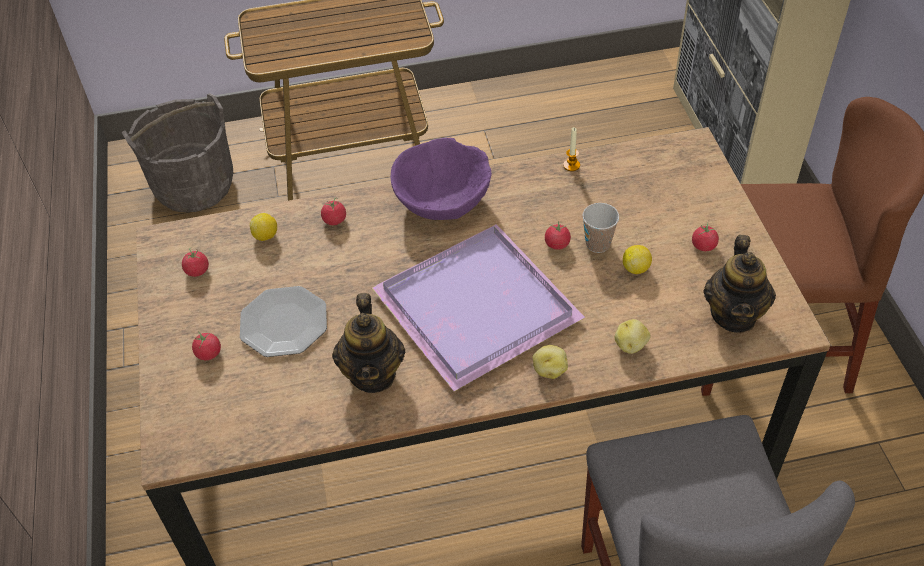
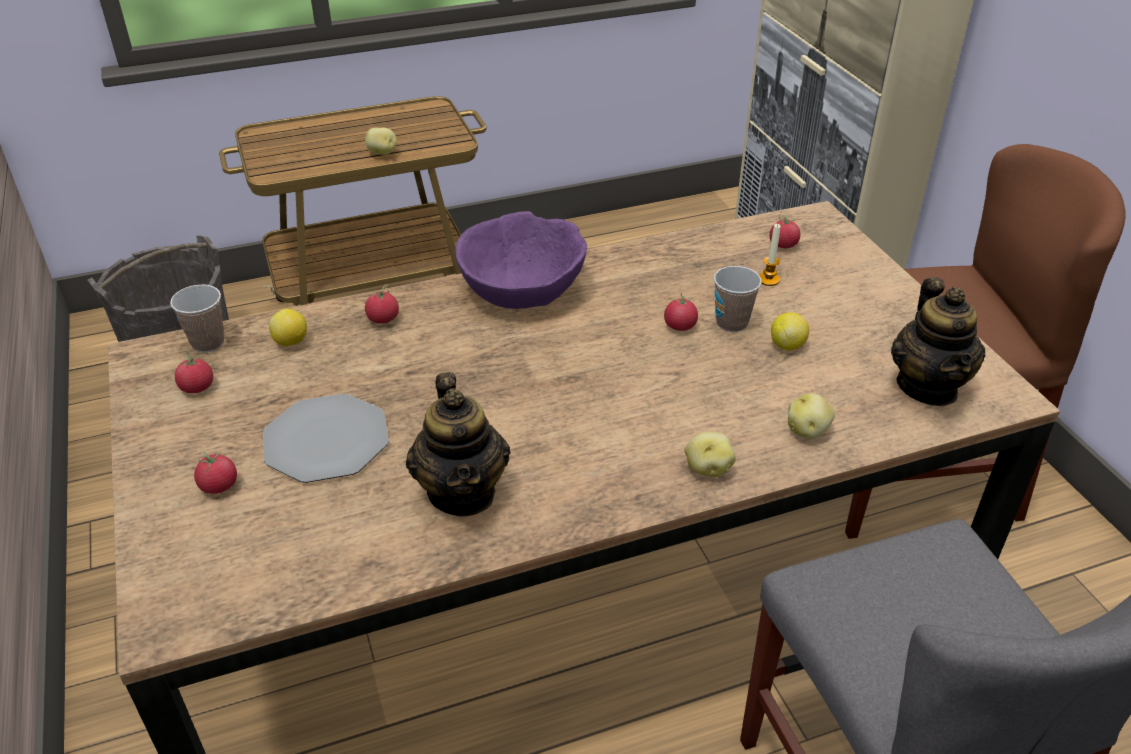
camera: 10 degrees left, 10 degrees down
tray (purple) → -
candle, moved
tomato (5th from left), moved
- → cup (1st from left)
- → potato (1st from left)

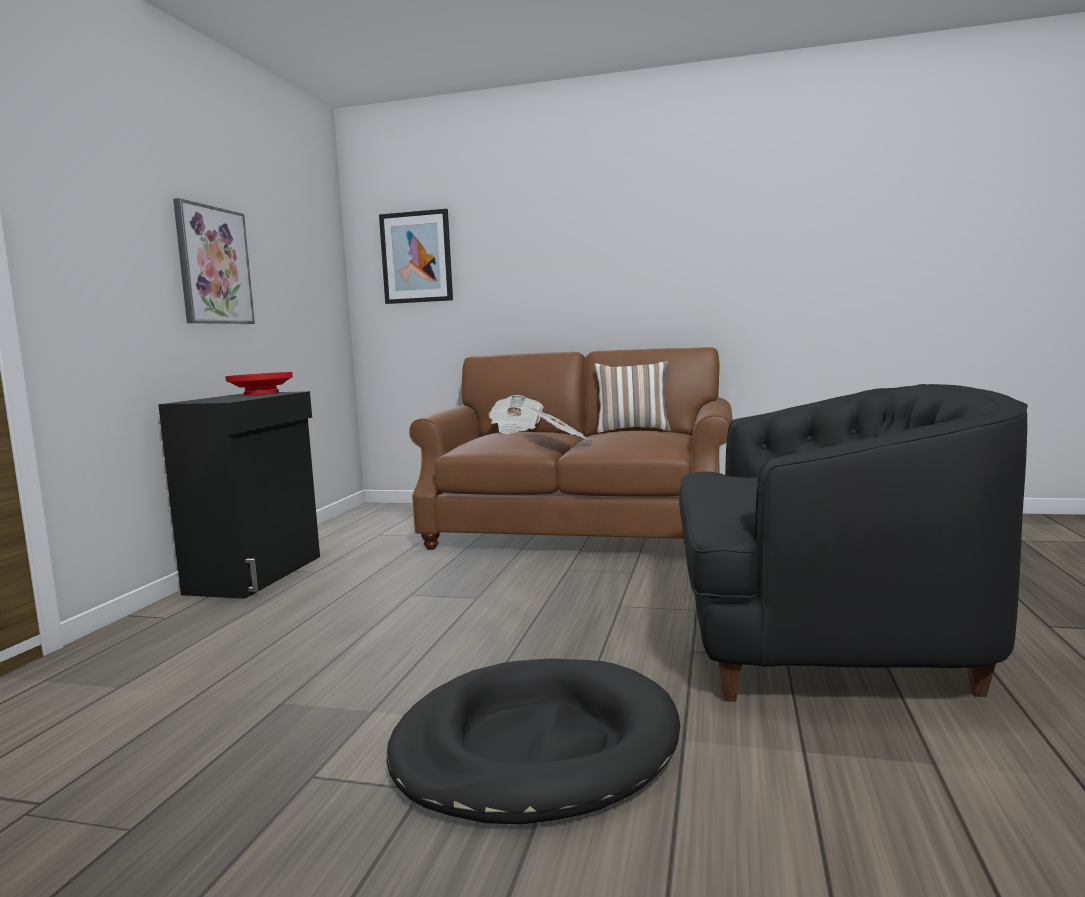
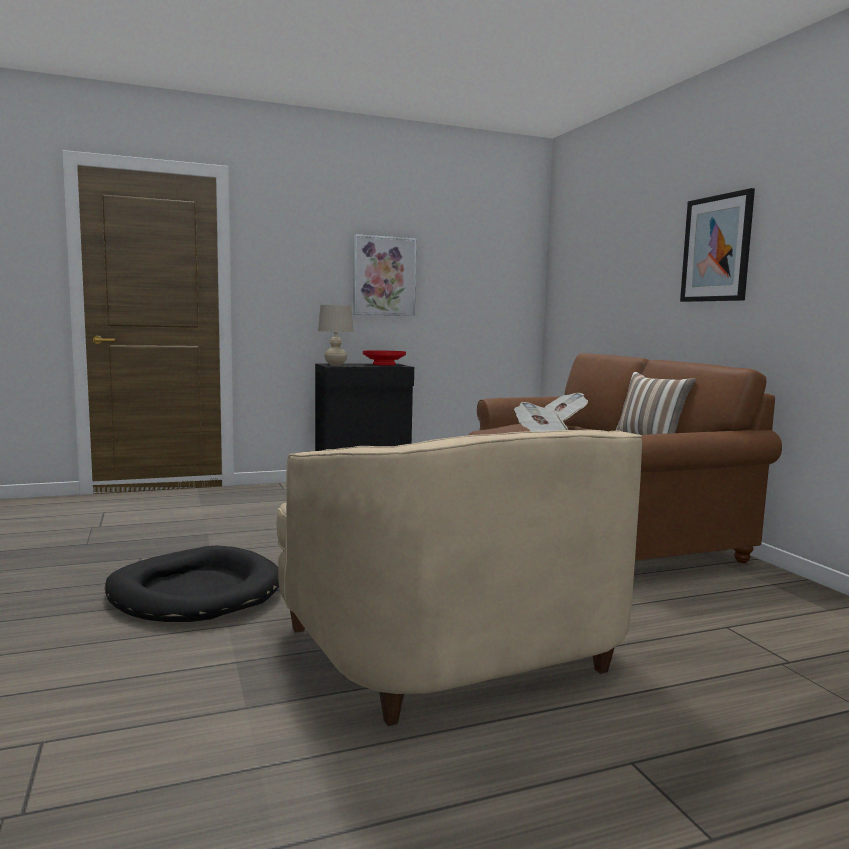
camera: 55 degrees right, 0 degrees up
picture (2nd from left), moved
armchair (black) → armchair (beige)
- → table lamp (beige)

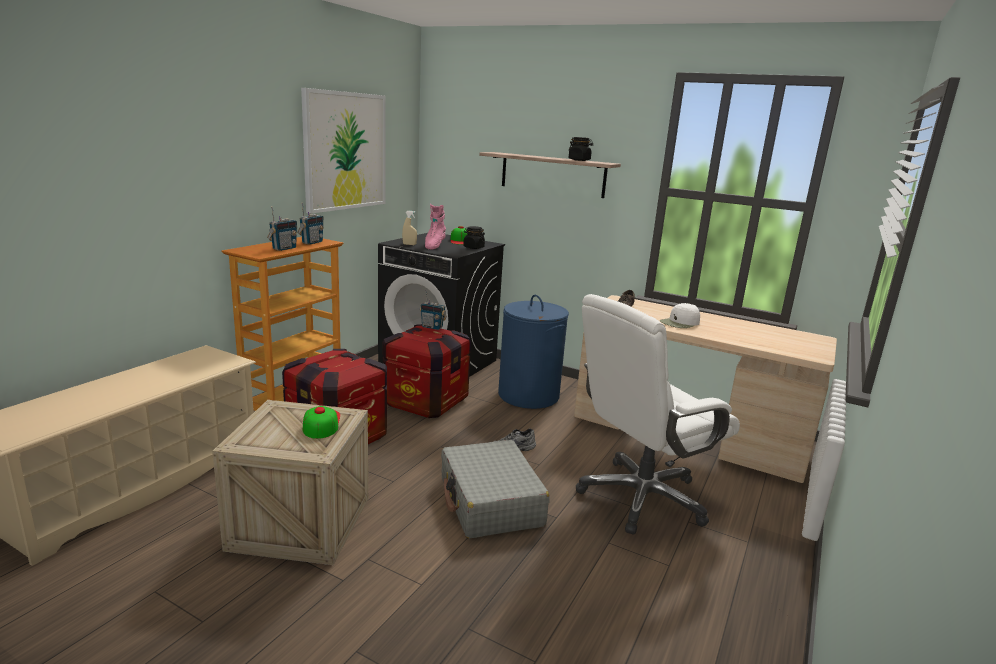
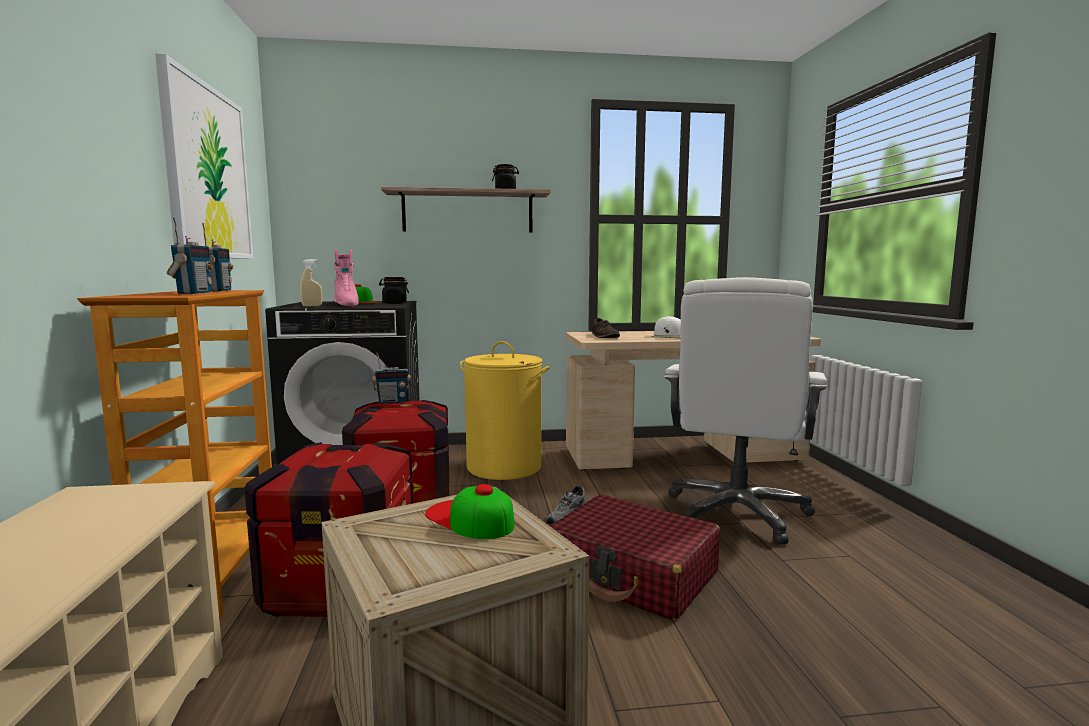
camera: 35 degrees left, 10 degrees down
suitcase (grey) → suitcase (red)
laundry basket (blue) → laundry basket (yellow)

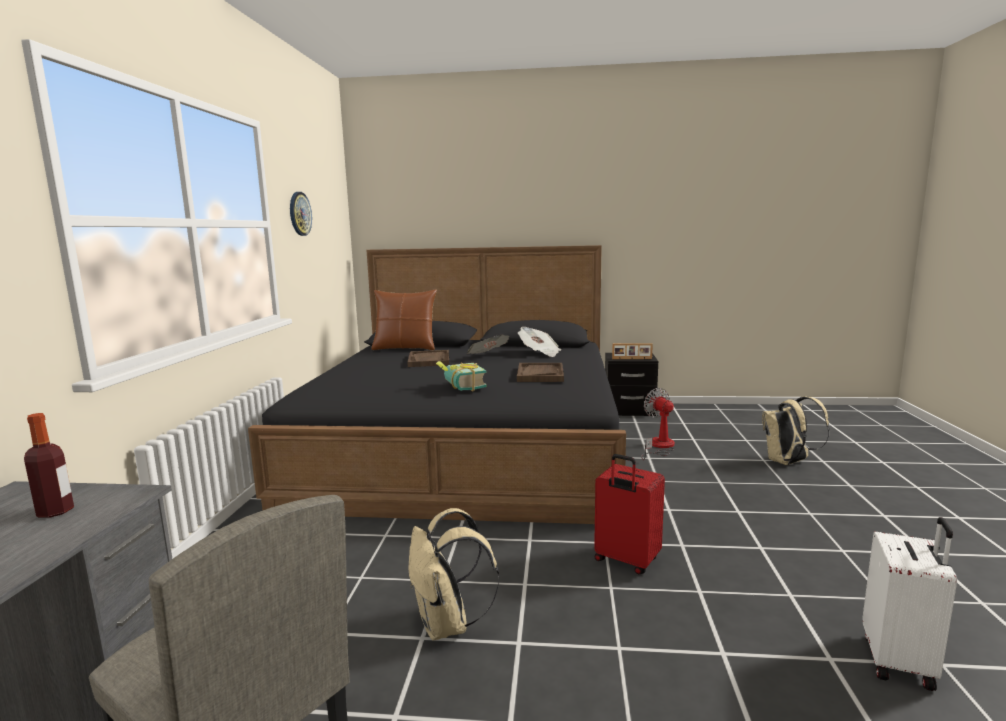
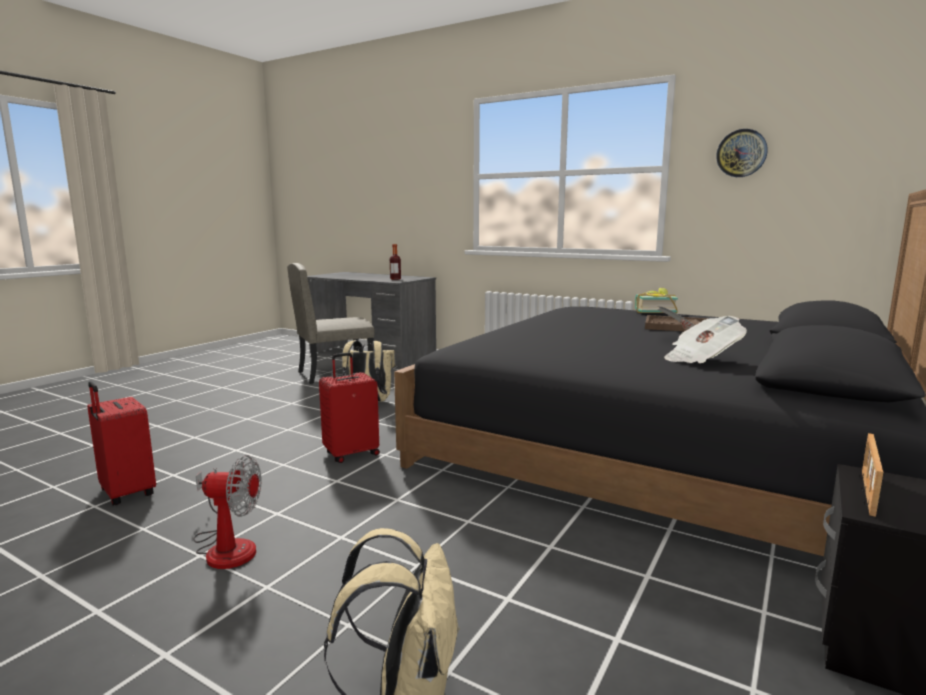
camera: 115 degrees right, 0 degrees up
pillow (brown) → -
book, moved
tray (brown) (2nd from left) → -
fan, moved
suitcase (white) → suitcase (red) (1st from left)

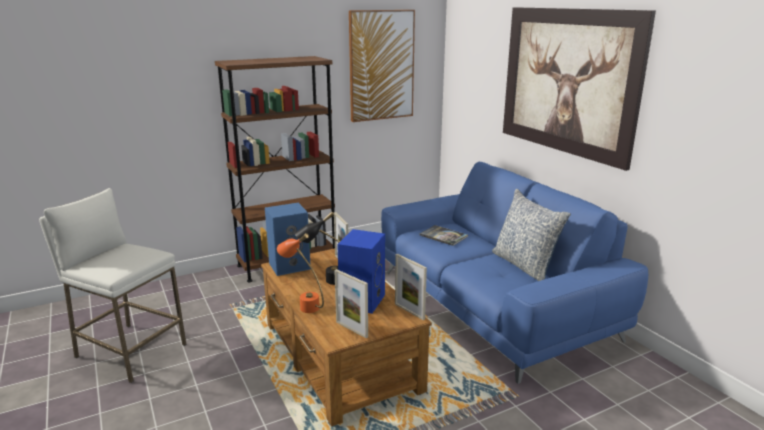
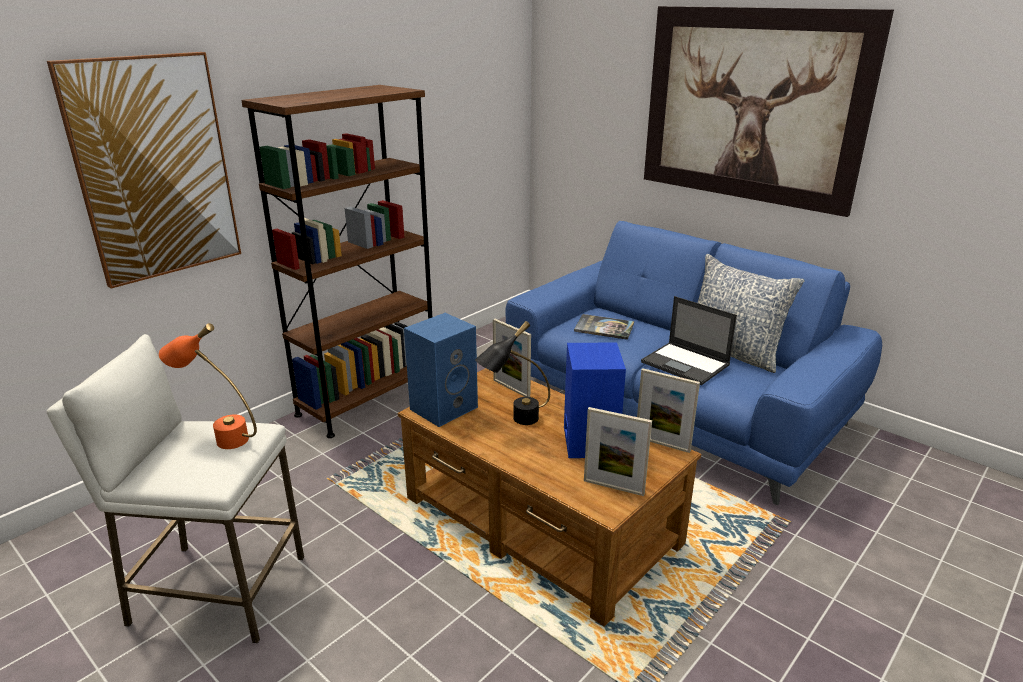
camera: 20 degrees left, 5 degrees up
table lamp (orange), moved
picture (1st from left), moved
- → laptop

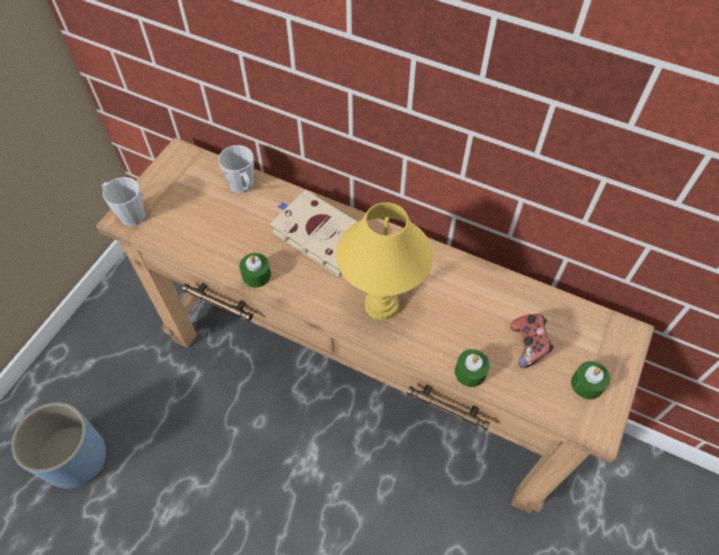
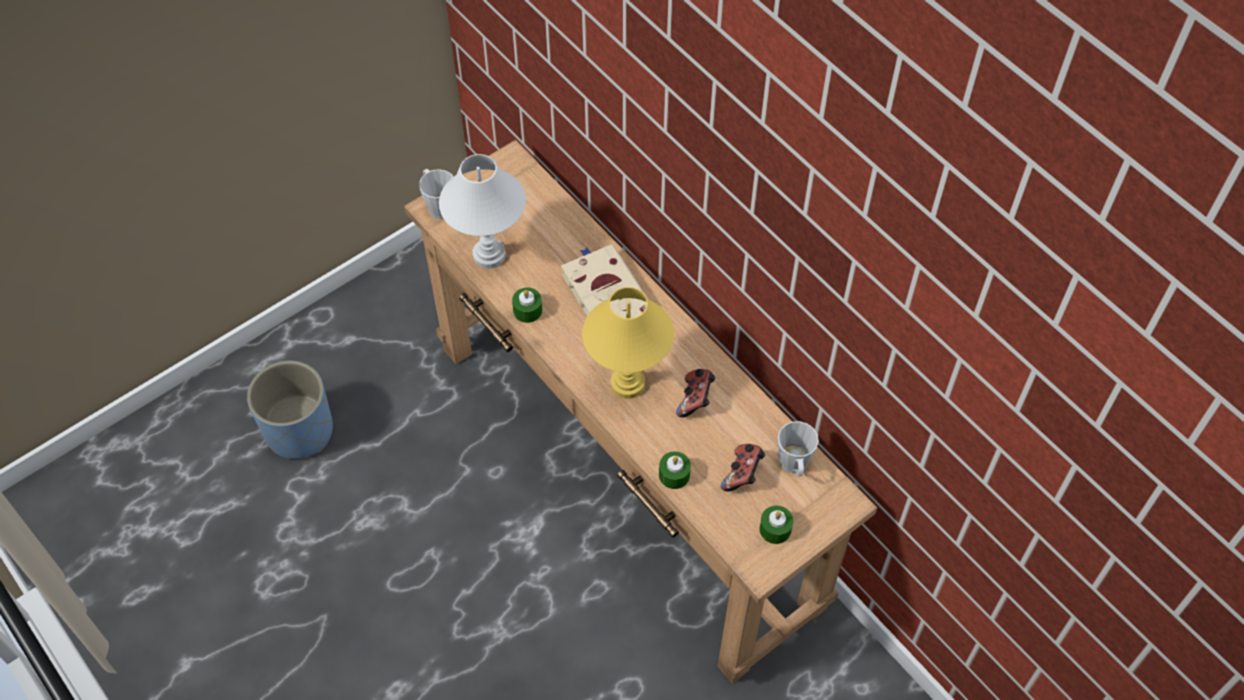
camera: 25 degrees right, 0 degrees up
mug (grey) (2nd from left), moved
- → table lamp (white)
- → game controller (1st from left)

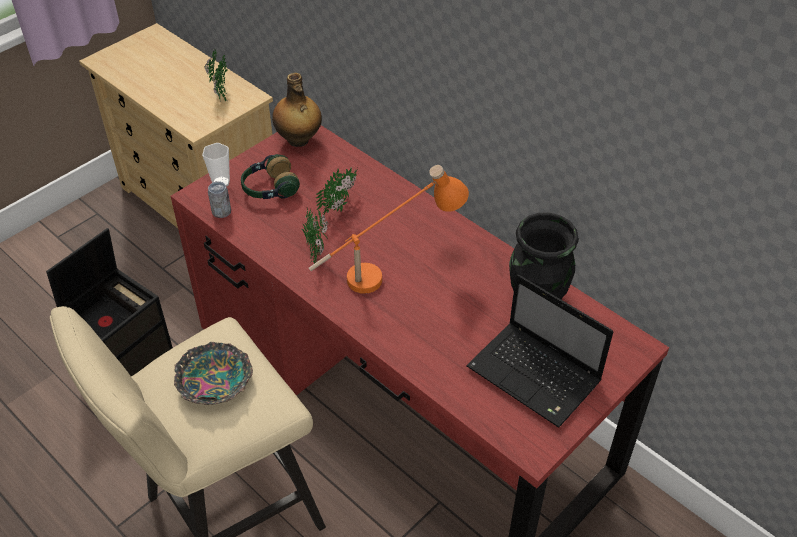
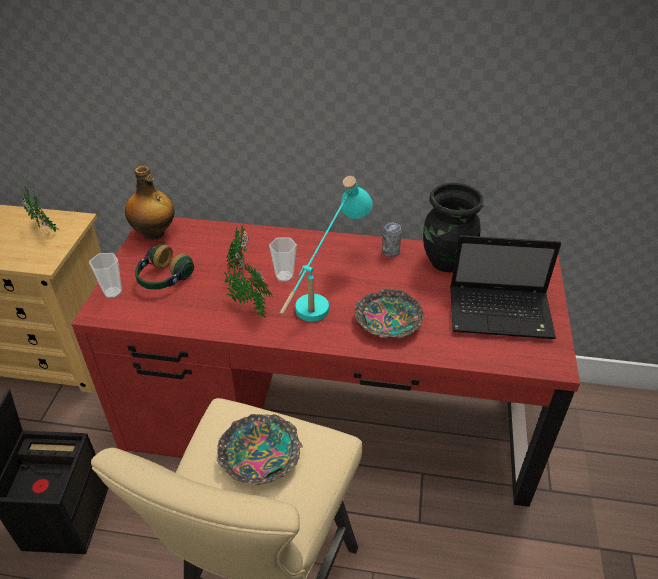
camera: 35 degrees left, 5 degrees down
can, moved
table lamp (orange) → table lamp (turquoise)
- → cup (2nd from left)
- → bowl (2nd from left)

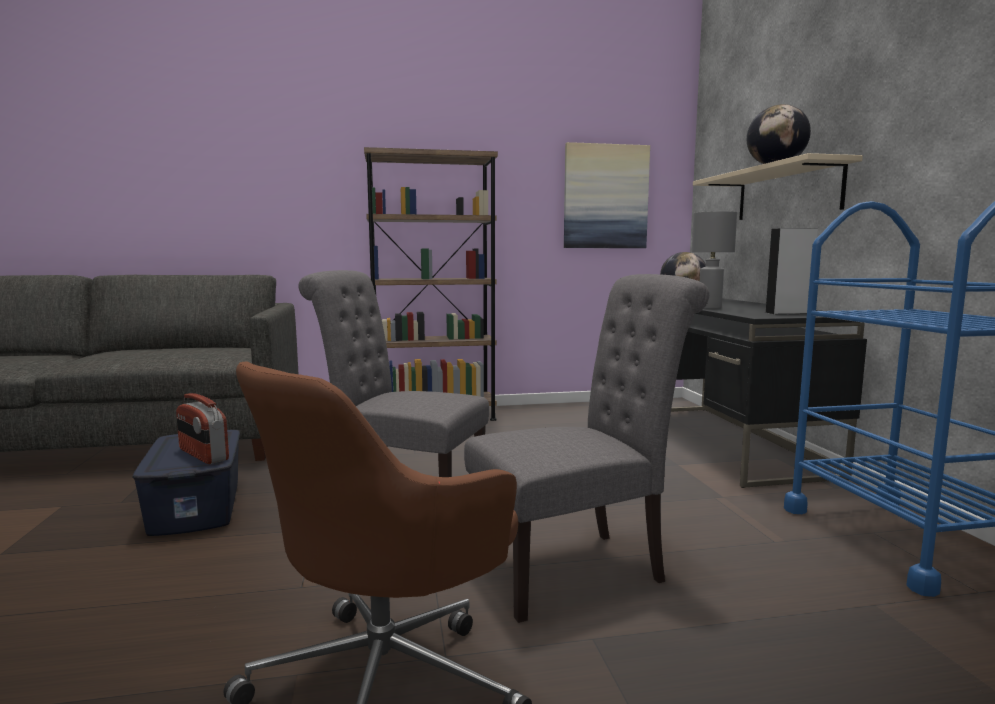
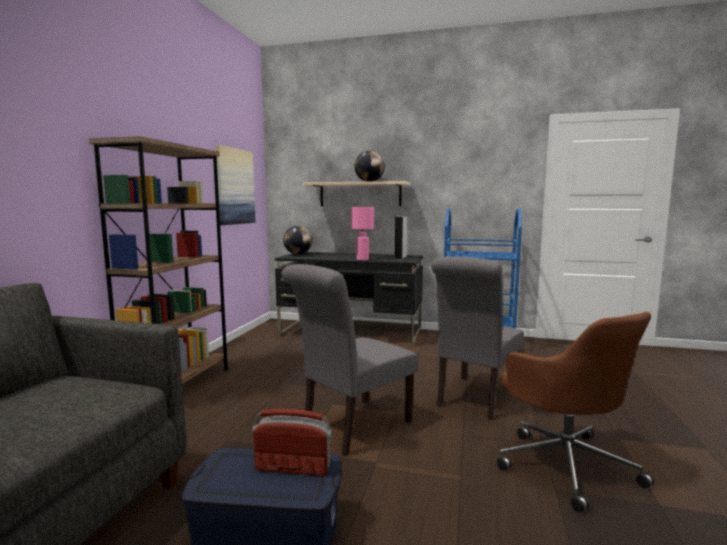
camera: 65 degrees left, 0 degrees up
radio, 150 degrees counterclockwise
chair (grey) (2nd from left), 150 degrees counterclockwise
table lamp (grey) → table lamp (pink)

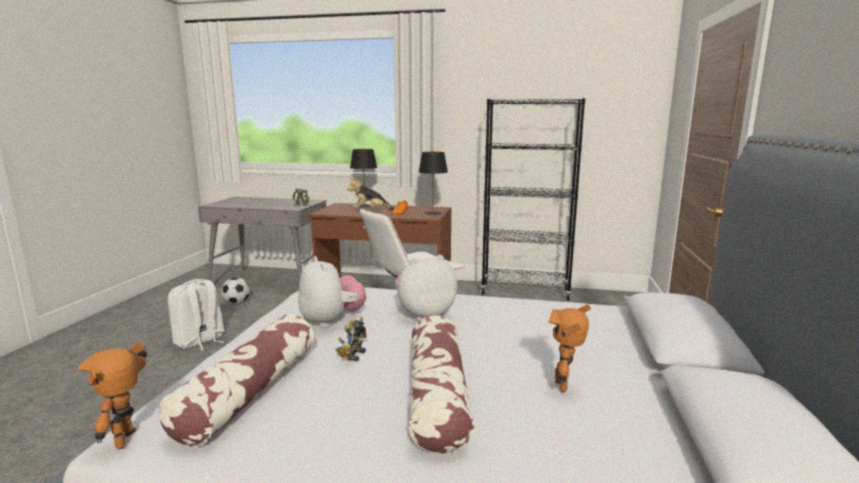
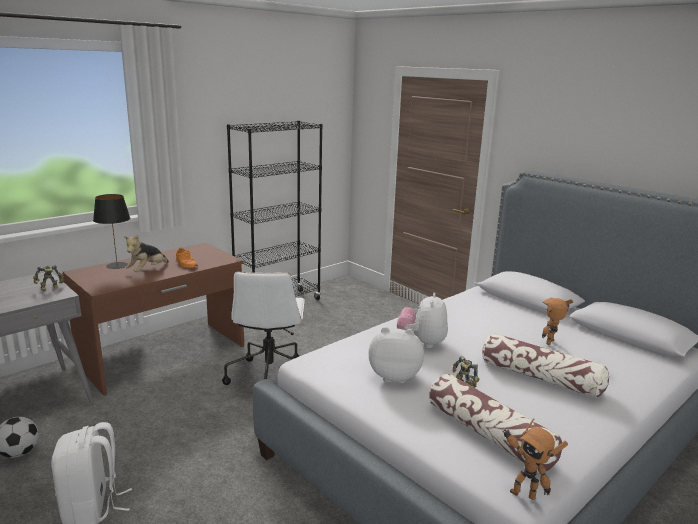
camera: 55 degrees left, 5 degrees up
table lamp (black) (2nd from left) → -
toy robot (4th from left), 90 degrees clockwise

